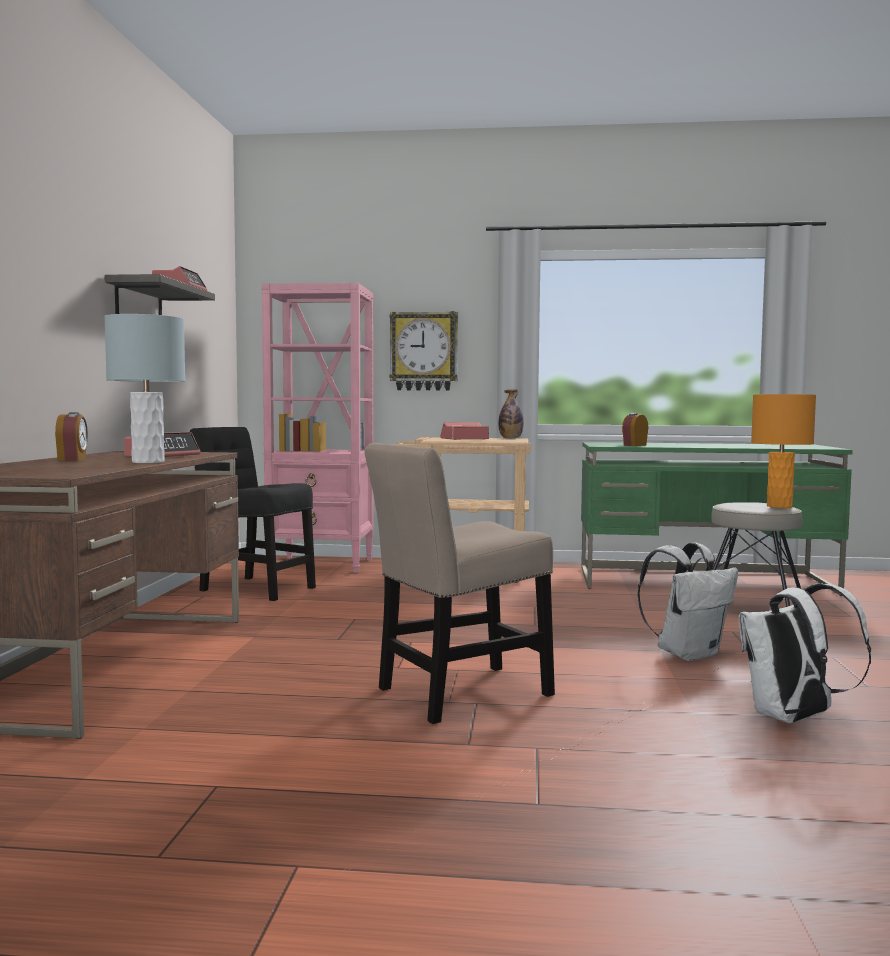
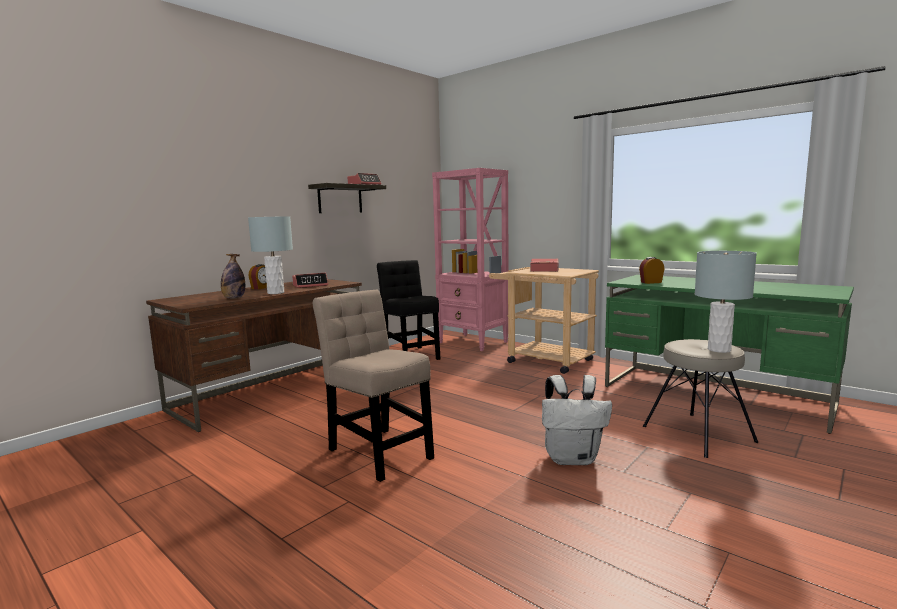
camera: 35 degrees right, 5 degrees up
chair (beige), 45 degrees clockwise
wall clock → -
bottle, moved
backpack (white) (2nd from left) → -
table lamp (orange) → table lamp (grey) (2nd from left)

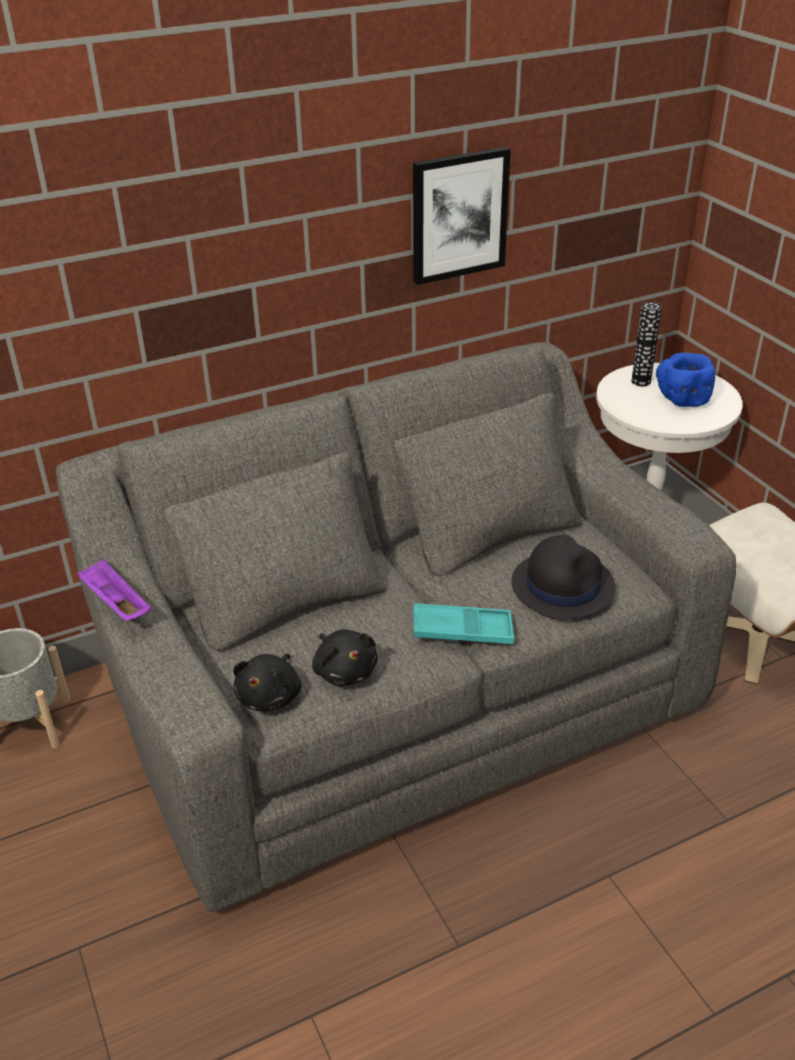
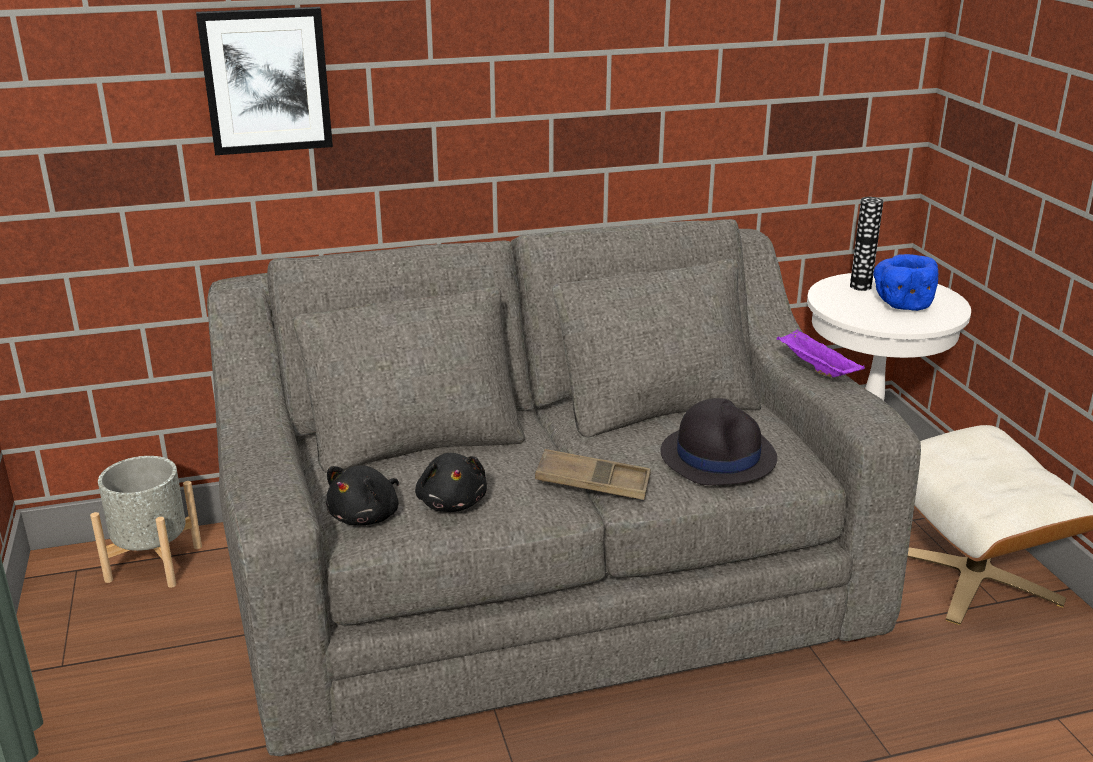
camera: 10 degrees right, 10 degrees down
tray (purple), moved
picture, moved
tray (turquoise) → tray (brown)

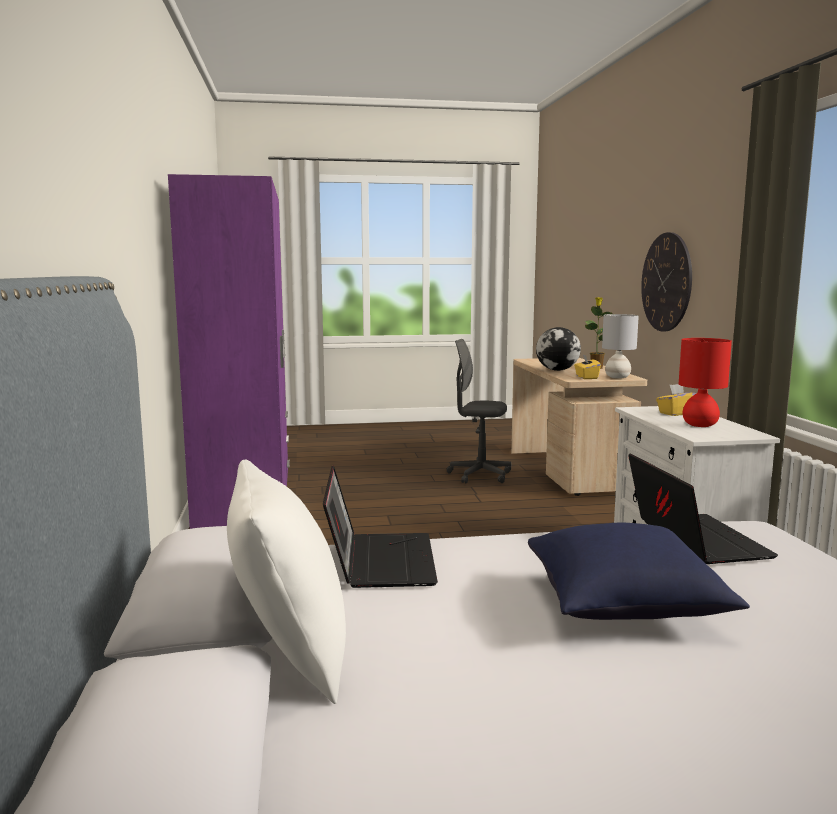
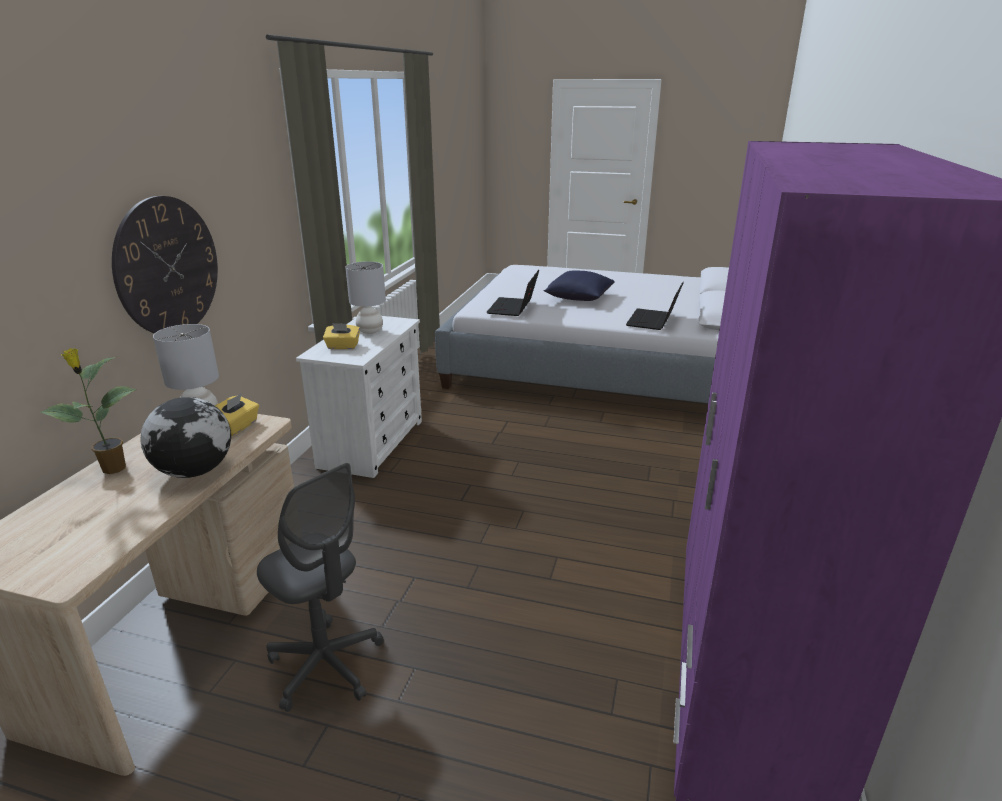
camera: 155 degrees left, 15 degrees up
pillow (white) → -
table lamp (red) → table lamp (grey) (2nd from left)

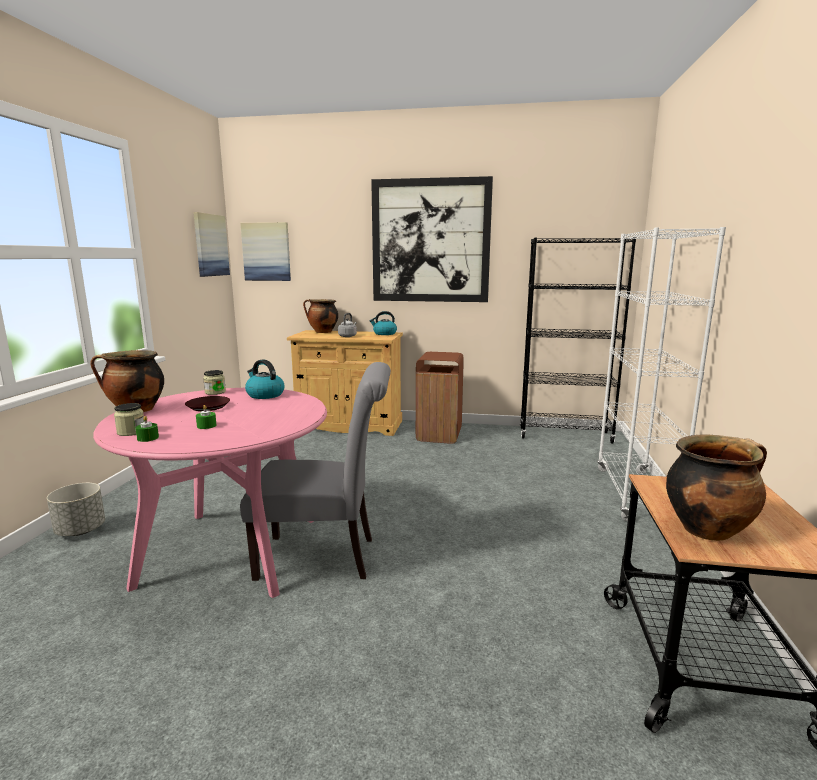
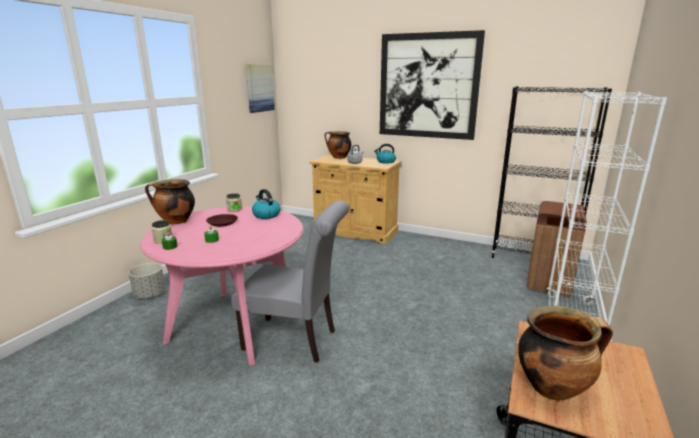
camera: 15 degrees right, 5 degrees up
picture (2nd from left) → -
trash can (brown), moved

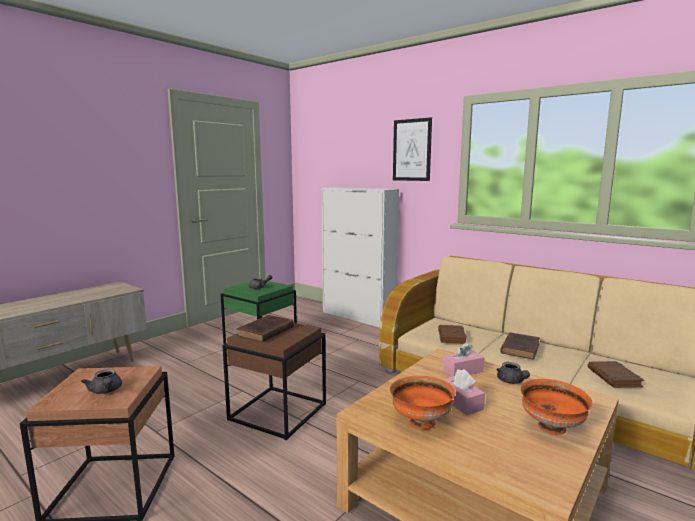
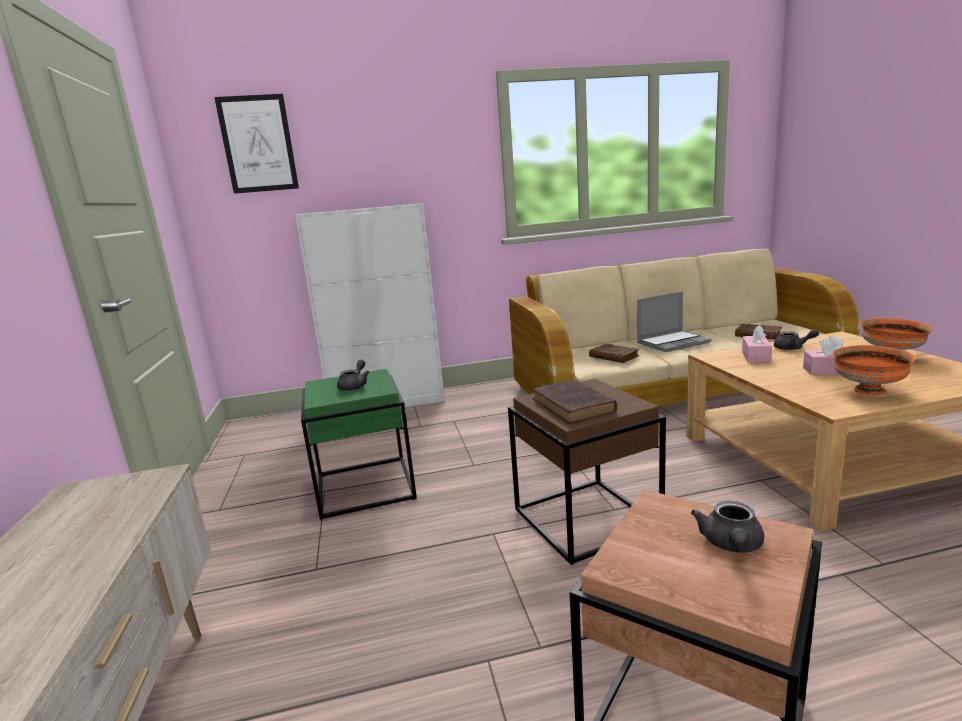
camera: 50 degrees left, 5 degrees up
teapot (grey) (1st from left in the first image) → teapot (grey) (2nd from left), 105 degrees clockwise
picture, moved
book (brown) (3rd from left) → laptop

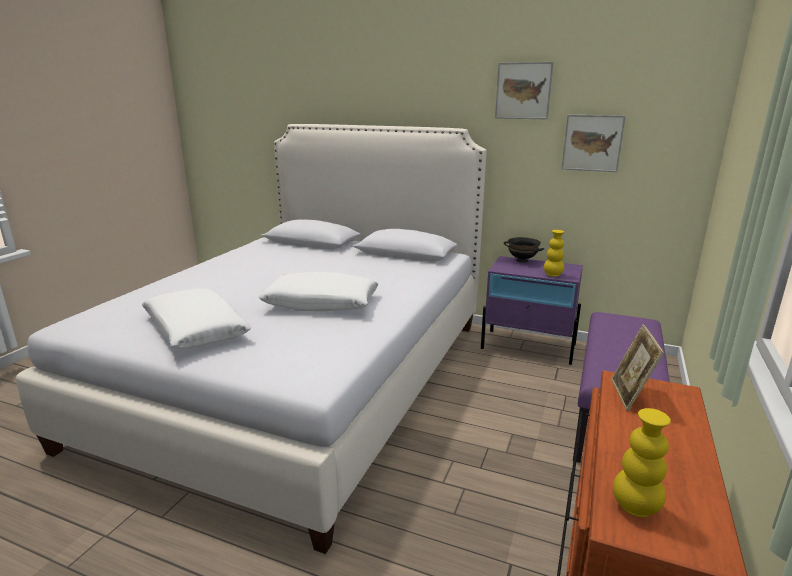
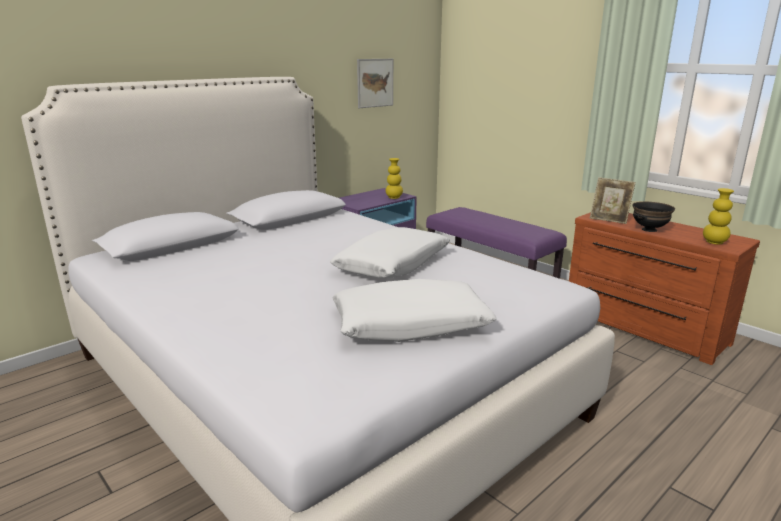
camera: 65 degrees left, 0 degrees up
picture (1st from left) → -
bowl (black), moved

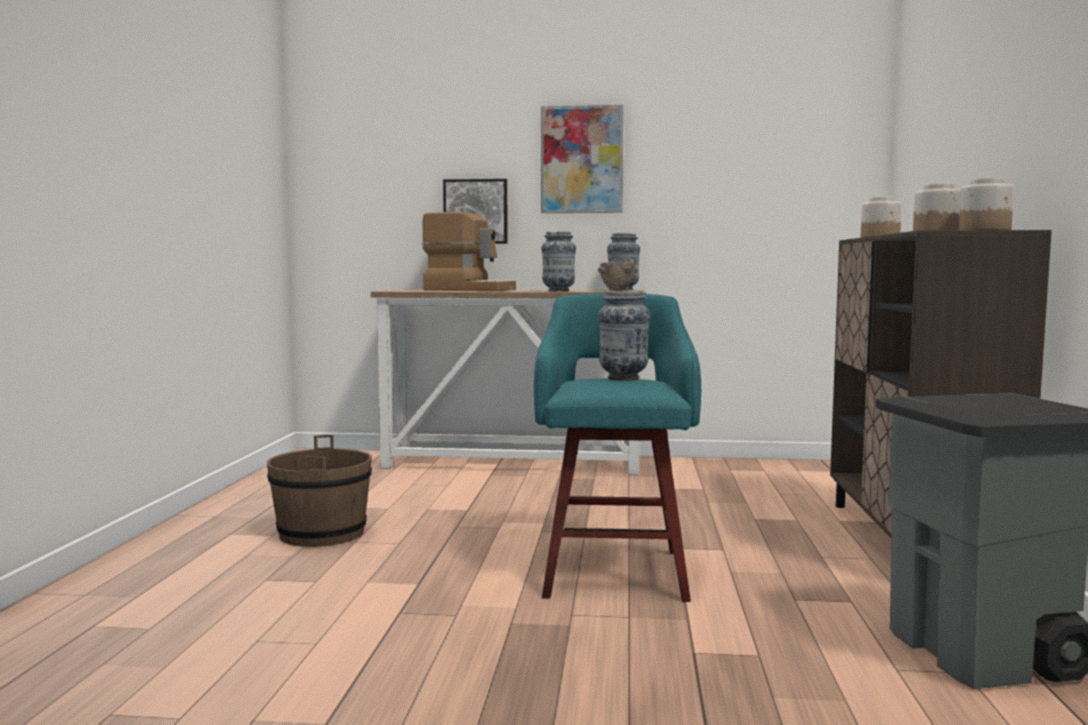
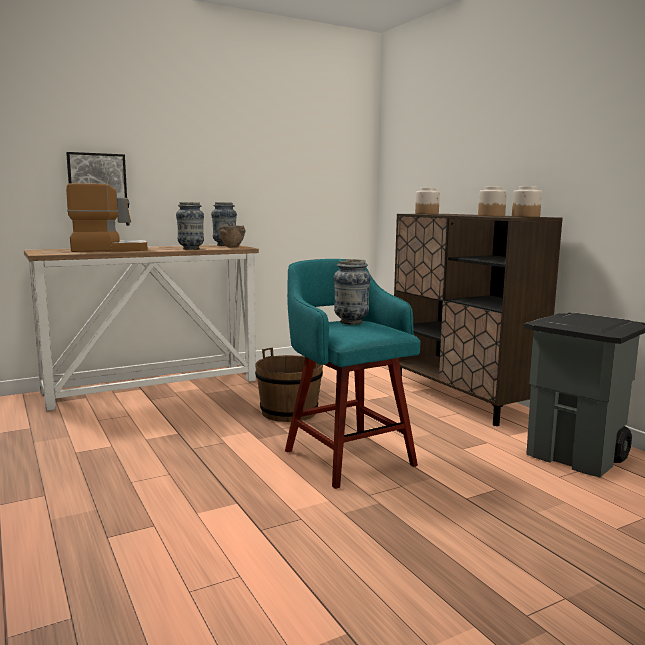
camera: 35 degrees left, 5 degrees up
bucket (brown), moved
picture (2nd from left) → -

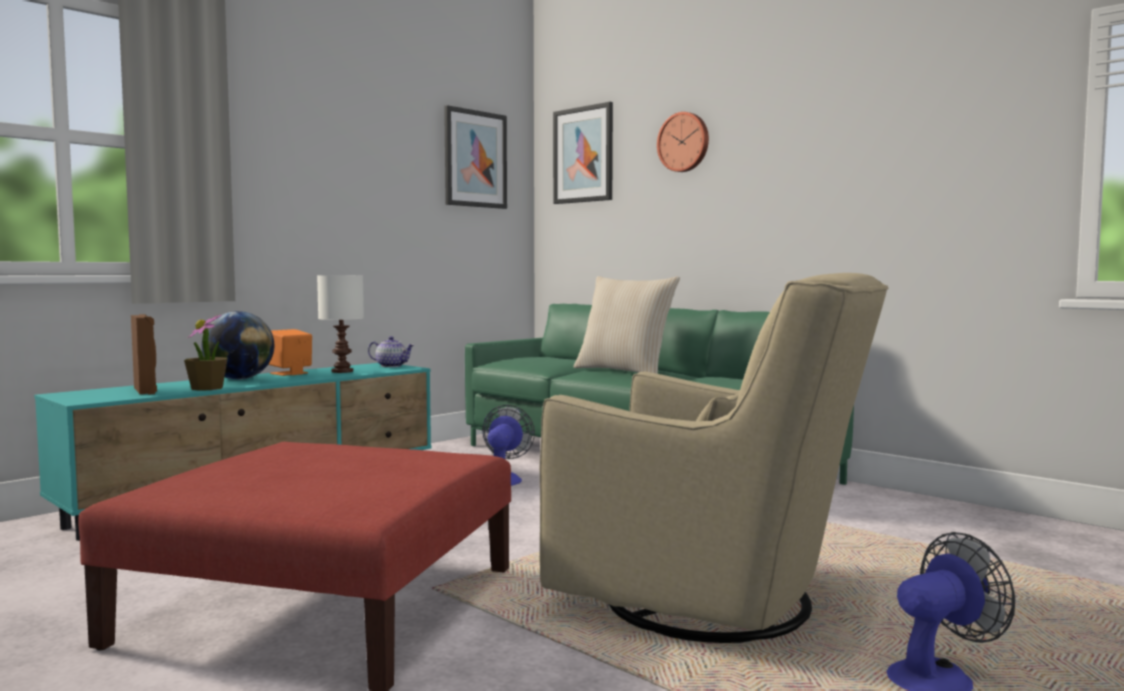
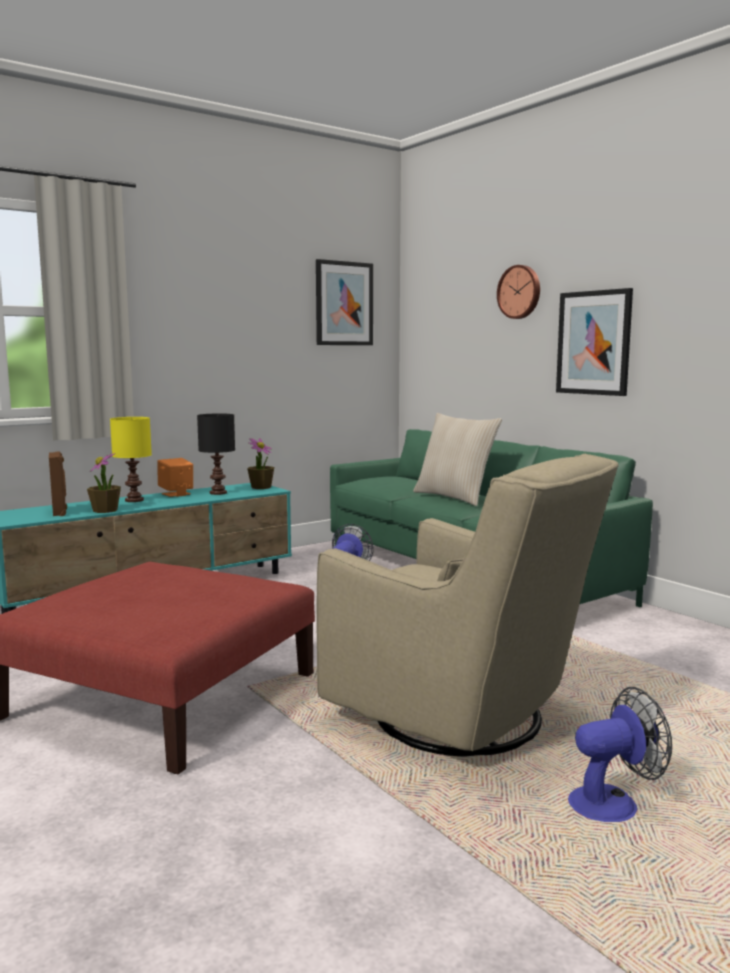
camera: 10 degrees right, 5 degrees up
globe → table lamp (yellow)
table lamp (white) → table lamp (black)
teapot → potted plant (2nd from left)
picture (2nd from left), moved

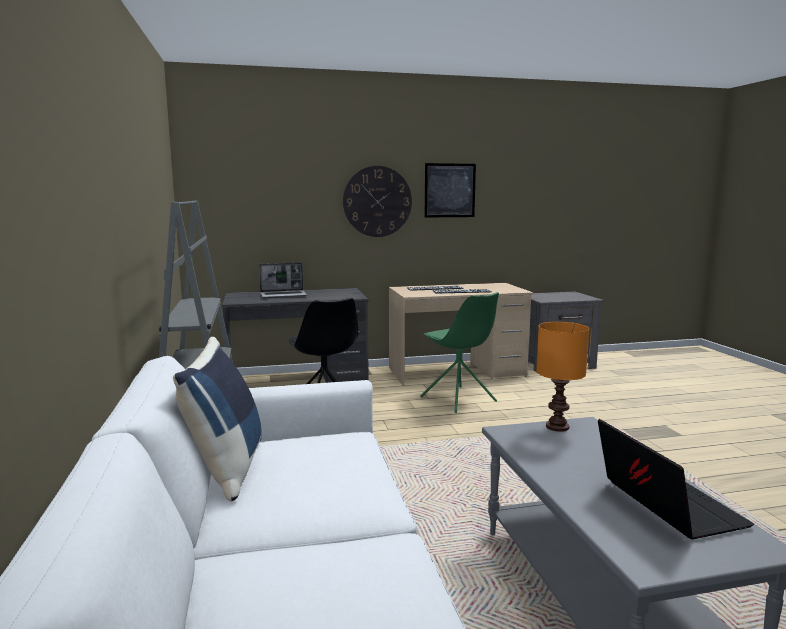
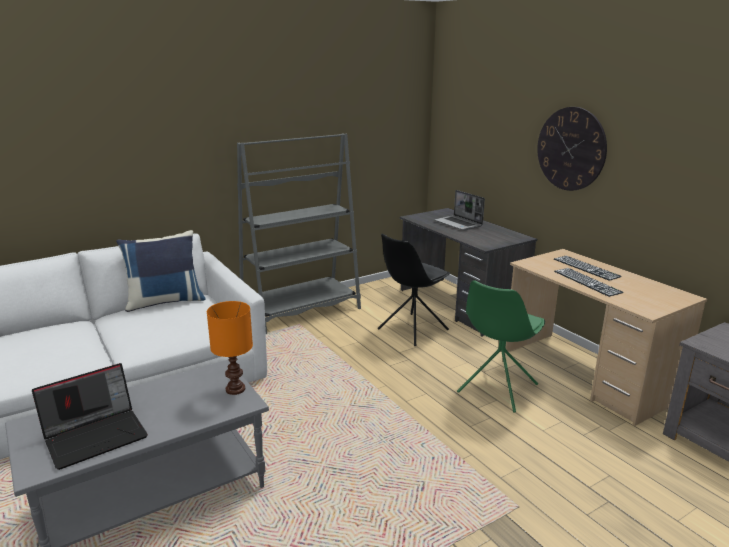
camera: 70 degrees right, 10 degrees up
picture → -

